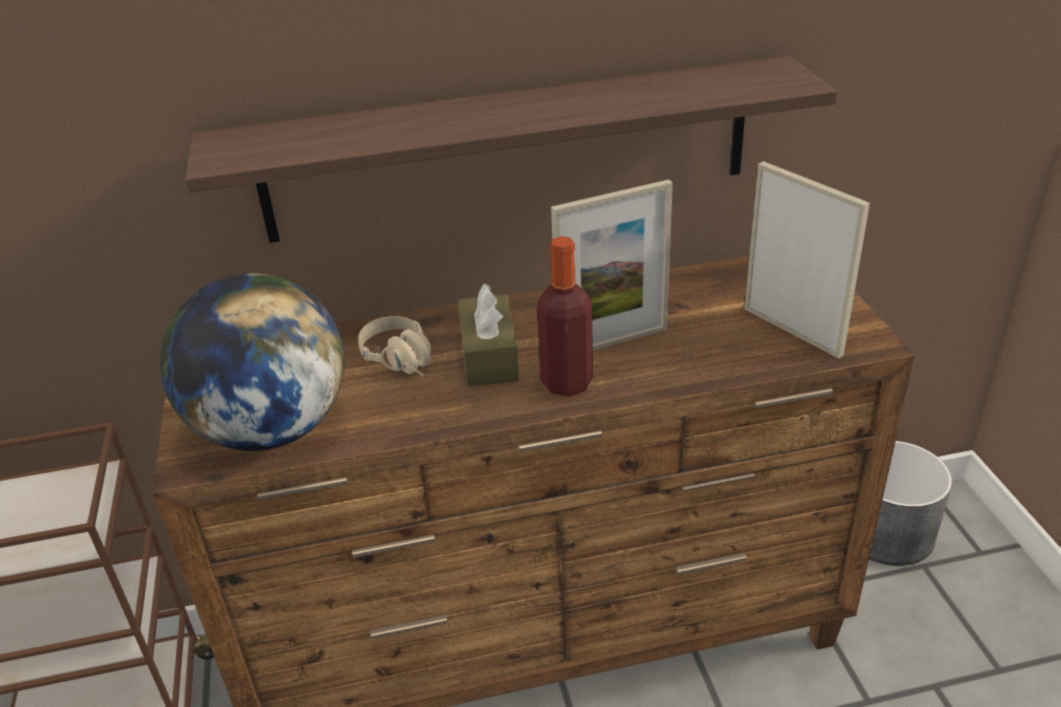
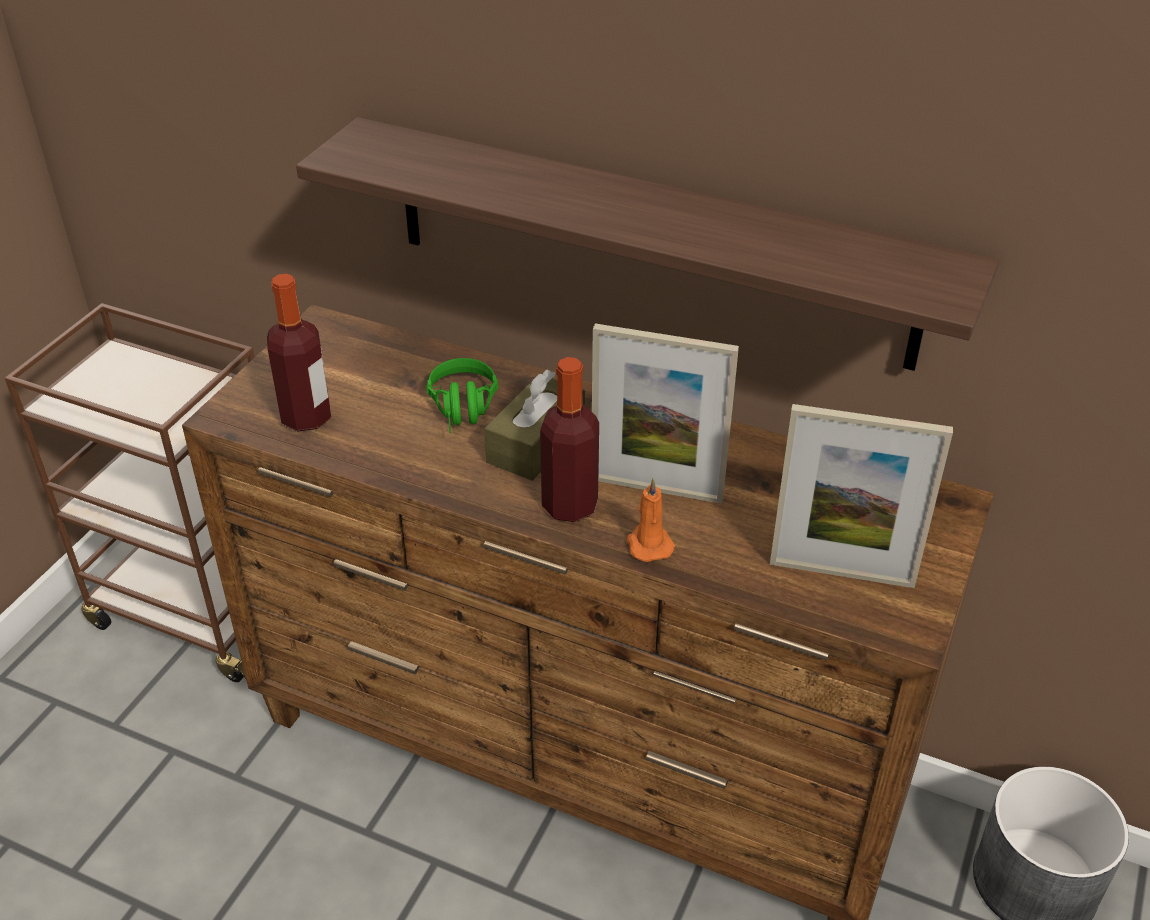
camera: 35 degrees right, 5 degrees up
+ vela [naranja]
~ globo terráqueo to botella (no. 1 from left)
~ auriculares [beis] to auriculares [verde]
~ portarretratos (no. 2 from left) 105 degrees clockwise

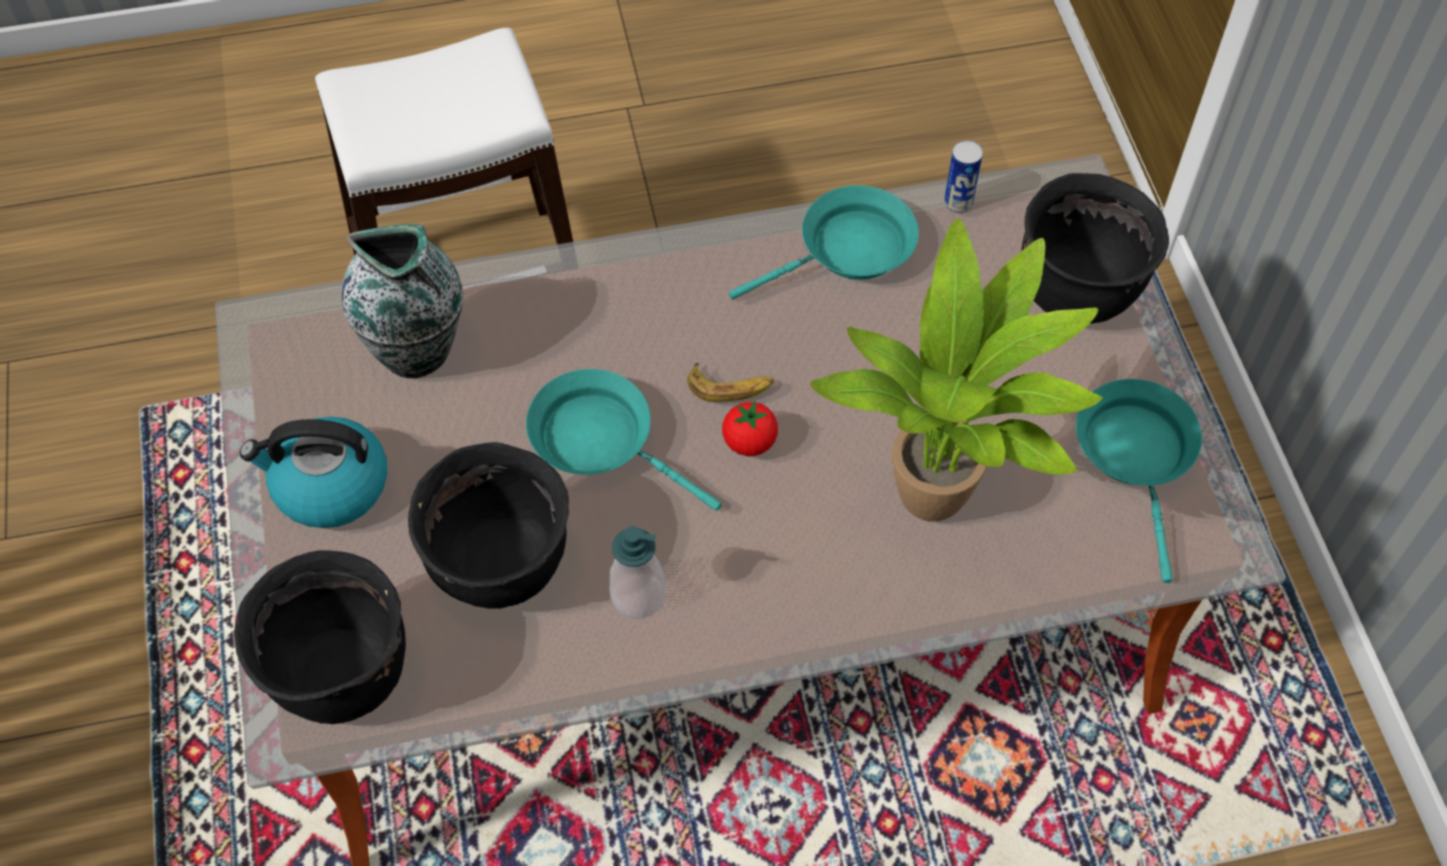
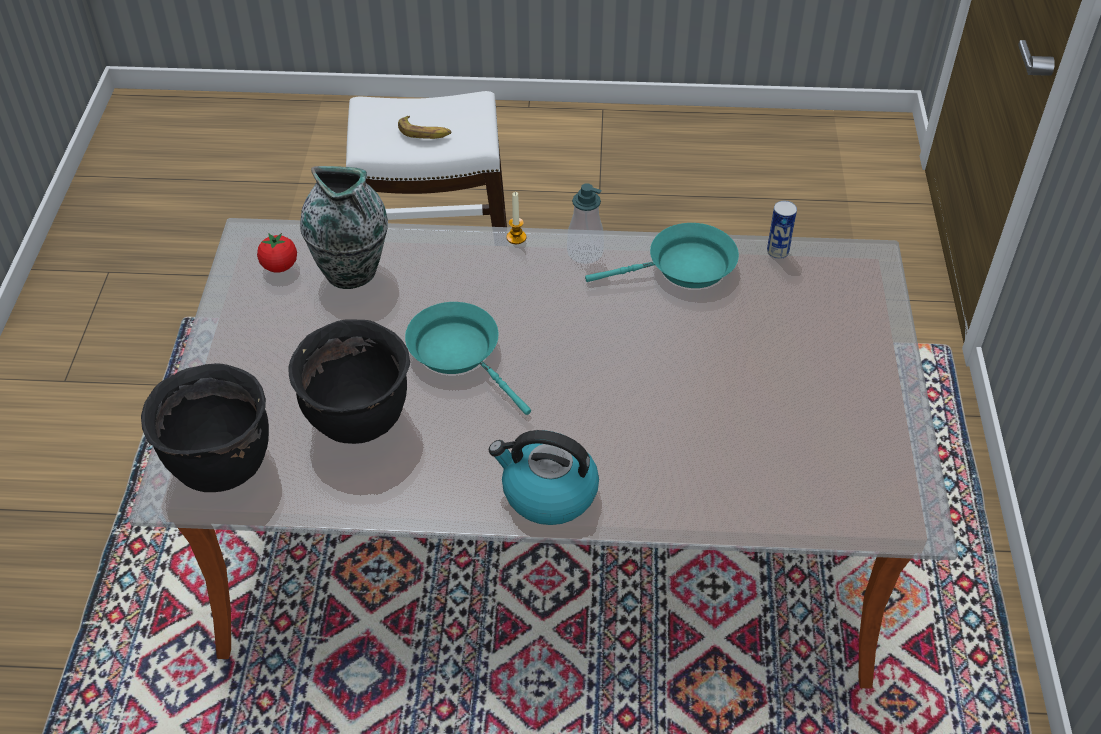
camera: 15 degrees right, 10 degrees down
- planta en maceta
- olla [negro] (no. 3 from left)
- sartén [turquesa] (no. 3 from left)
+ vela
~ hervidor
~ dispensador de jabón
~ plátano
~ tomate

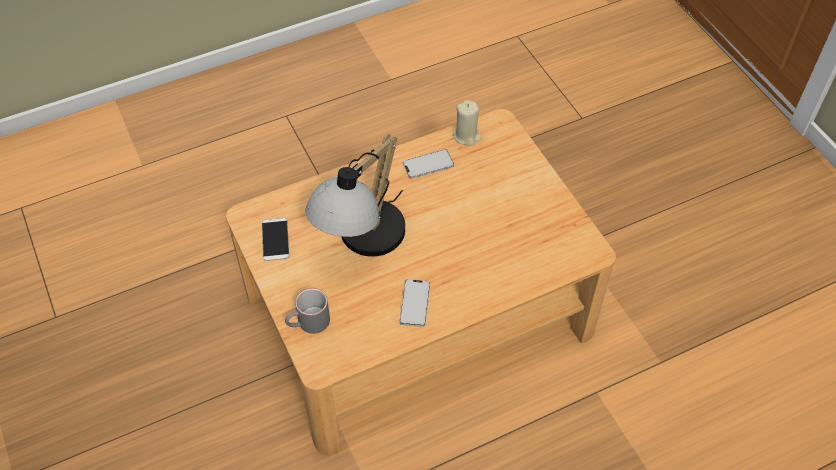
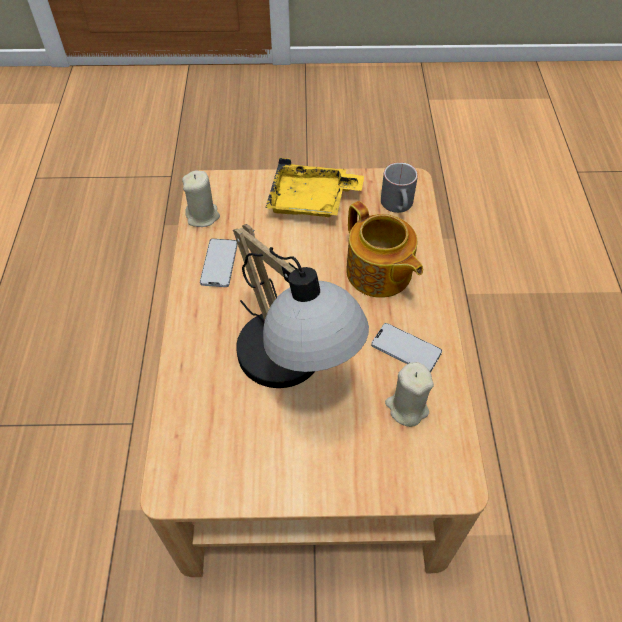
camera: 65 degrees left, 0 degrees up
- móvil (no. 1 from left)
+ bandeja [amarillo]
+ tetera
+ vela [beis] (no. 2 from left)
~ taza grande [gris]

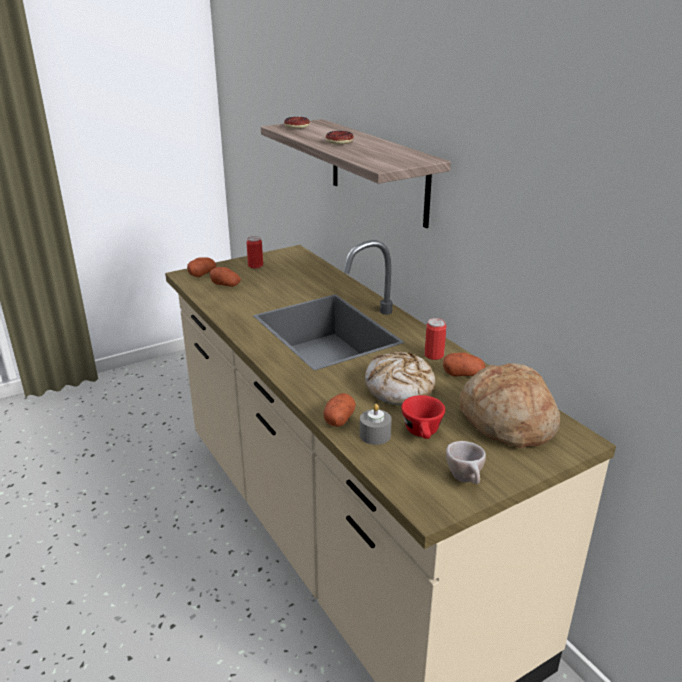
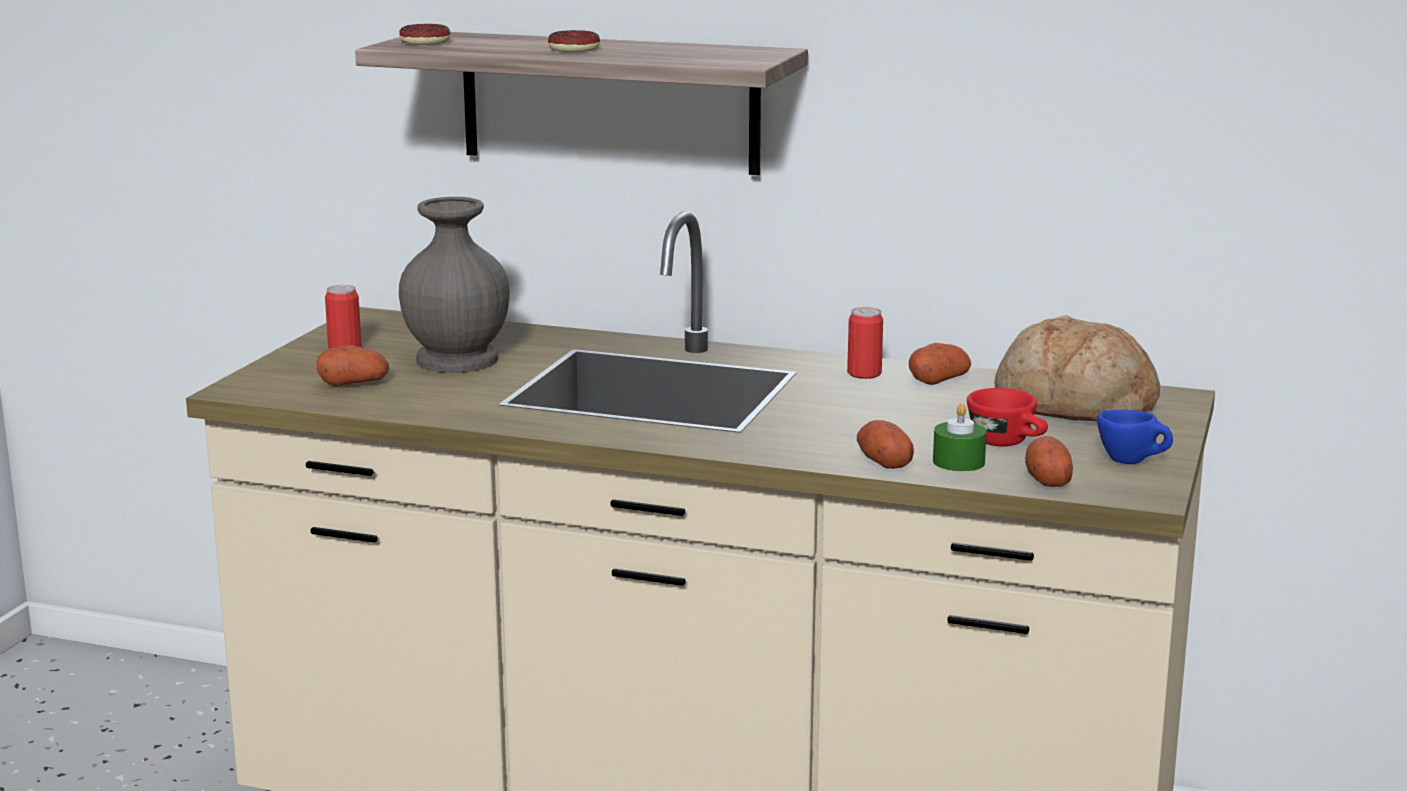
camera: 40 degrees left, 10 degrees down
- pan (no. 1 from left)
+ florero [gris]
~ patata (no. 1 from left in the first image) to patata (no. 4 from left)
~ vela [gris] to vela [verde]
~ taza [beis] to taza [azul]

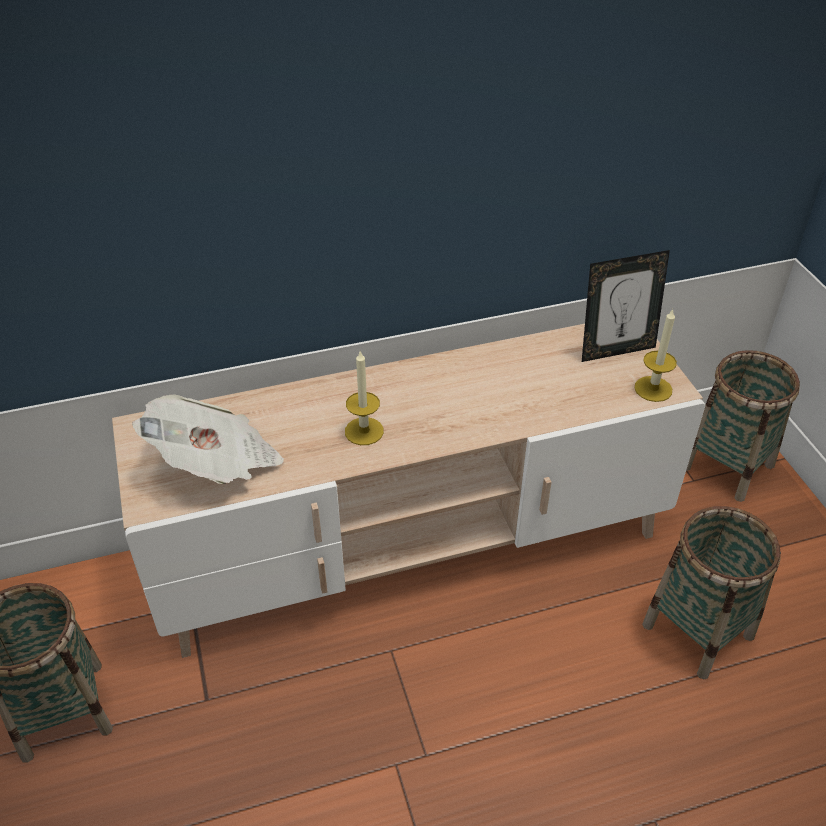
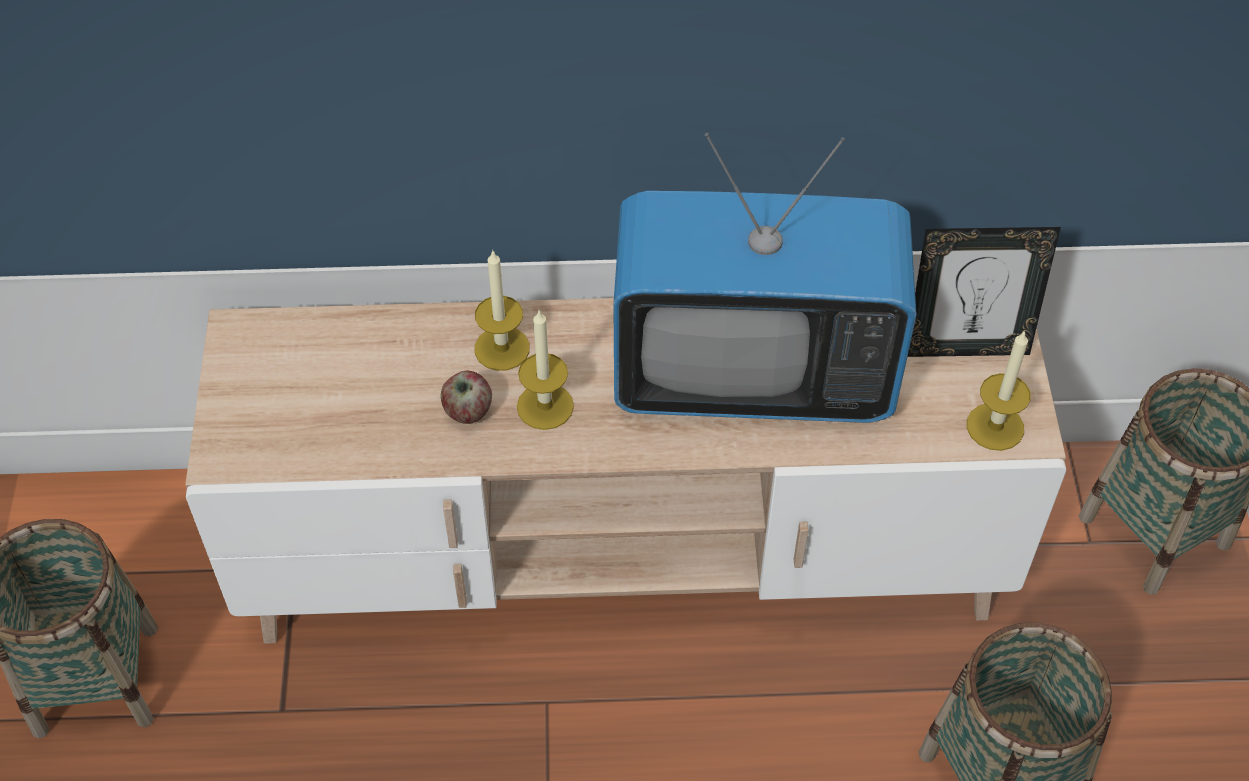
camera: 15 degrees right, 10 degrees up
- periódico
+ manzana
+ vela (no. 1 from left)
+ televisor

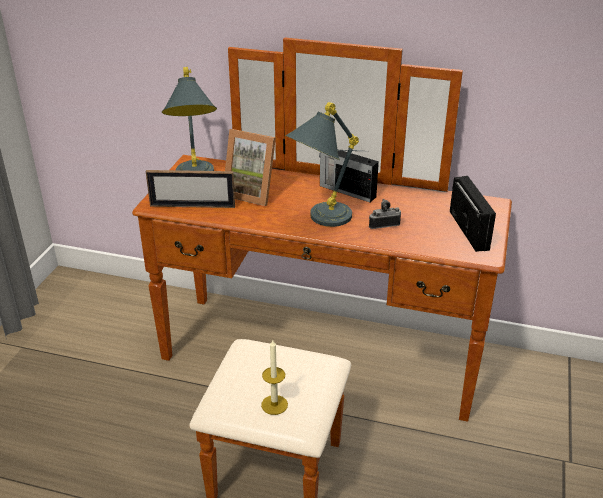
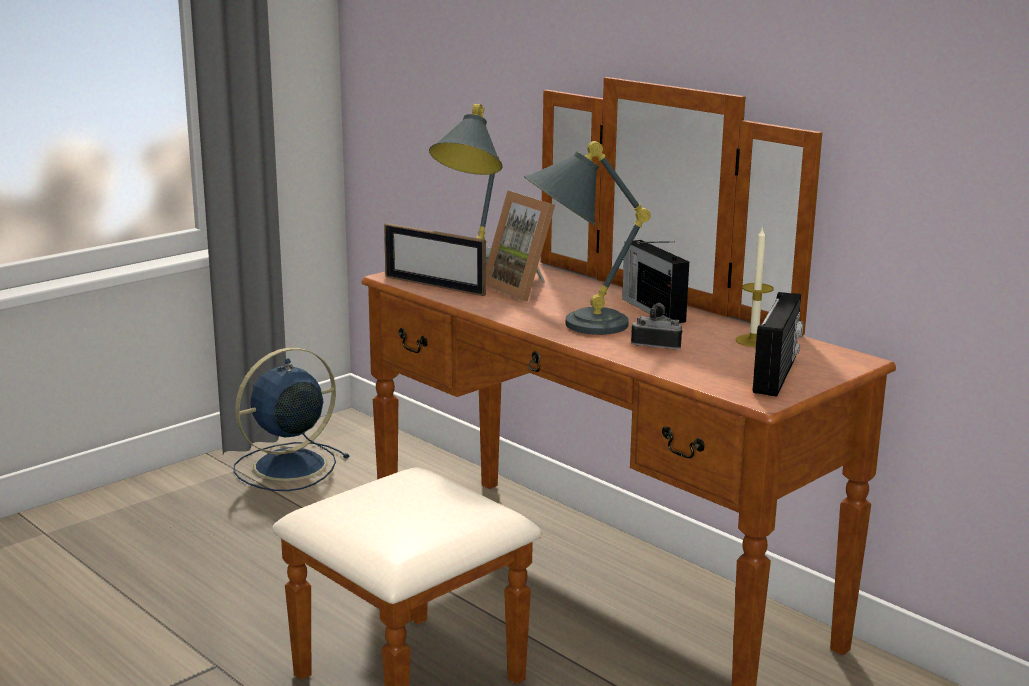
camera: 30 degrees right, 15 degrees down
+ ventilador [azul]
~ vela

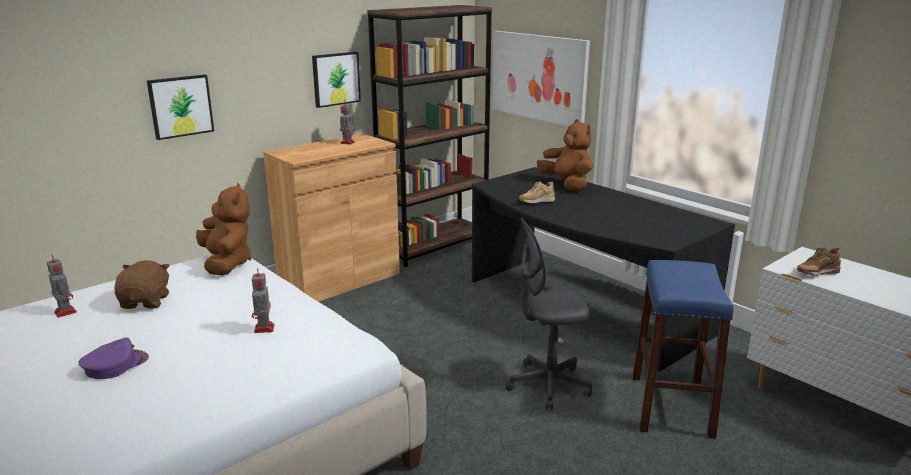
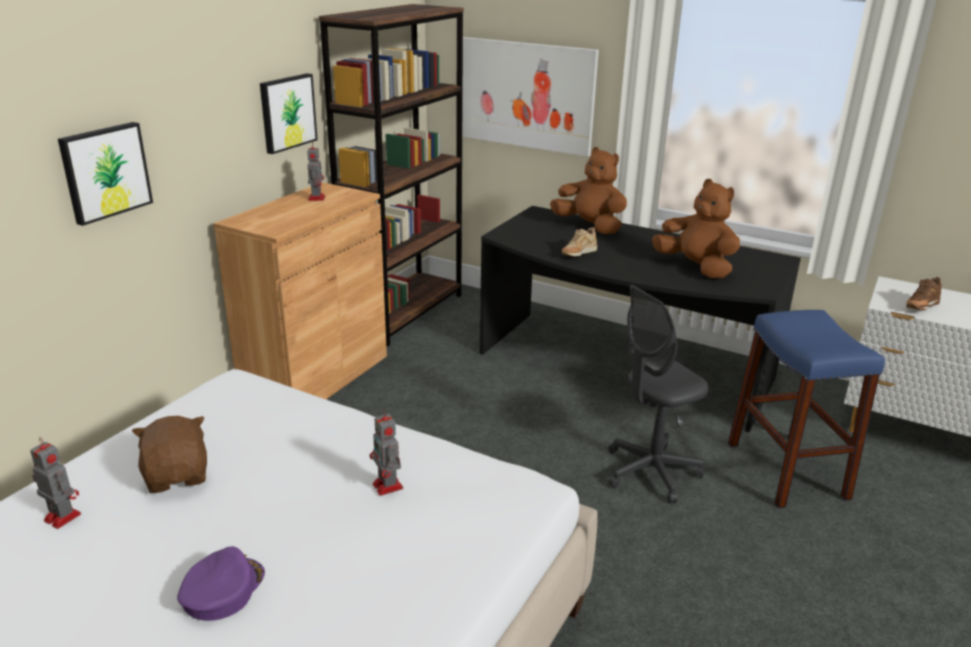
camera: 20 degrees left, 5 degrees up
~ peluche [marrón] (no. 2 from left in the first image) to peluche [marrón] (no. 3 from left)

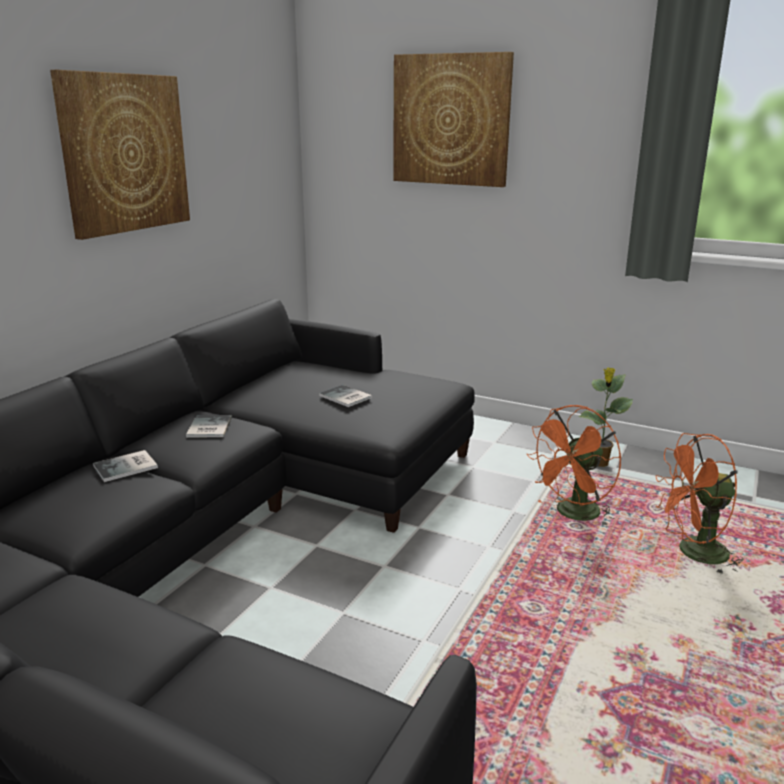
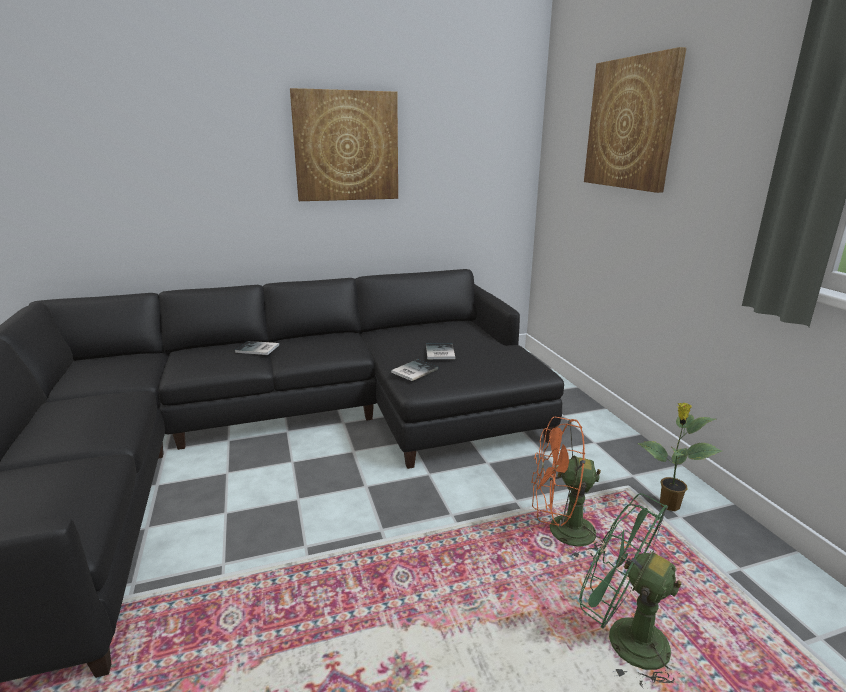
camera: 45 degrees right, 0 degrees up
~ libro (no. 2 from left)
~ ventilador [naranja] (no. 2 from left) to ventilador [verde]

